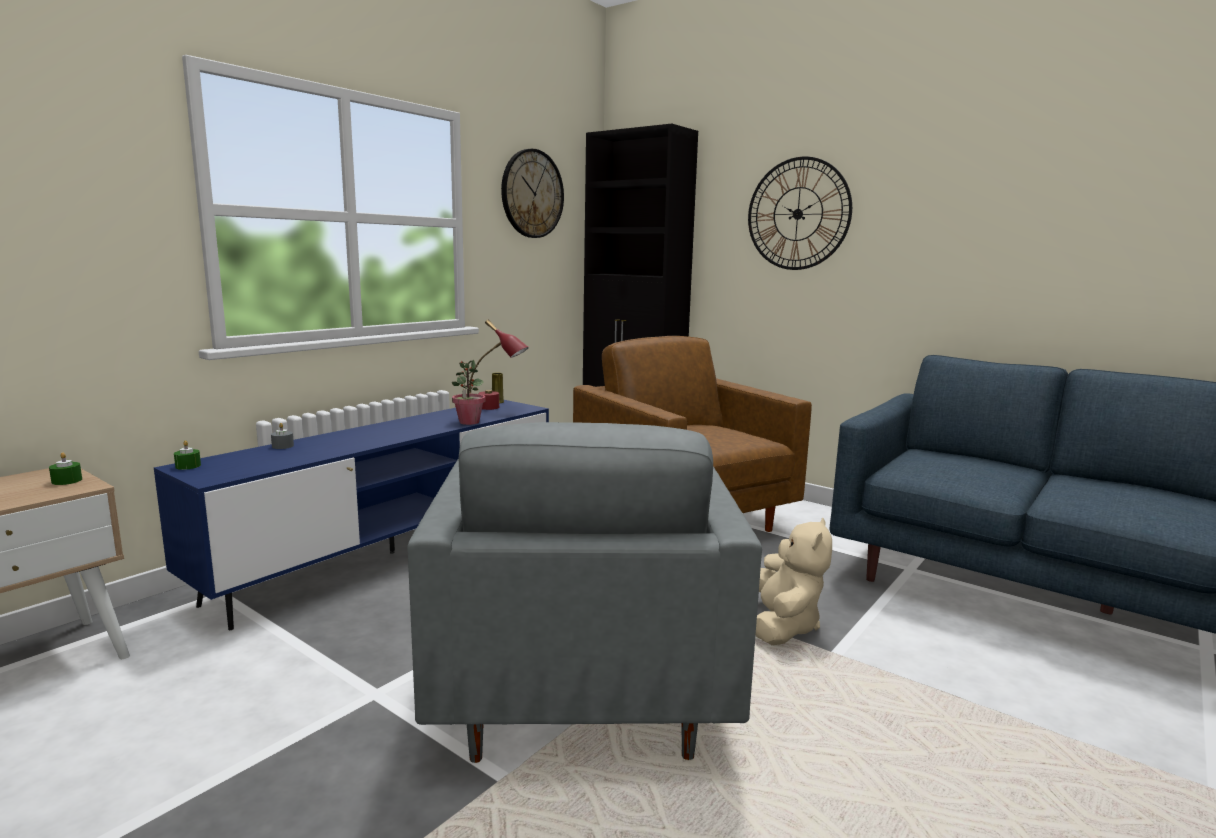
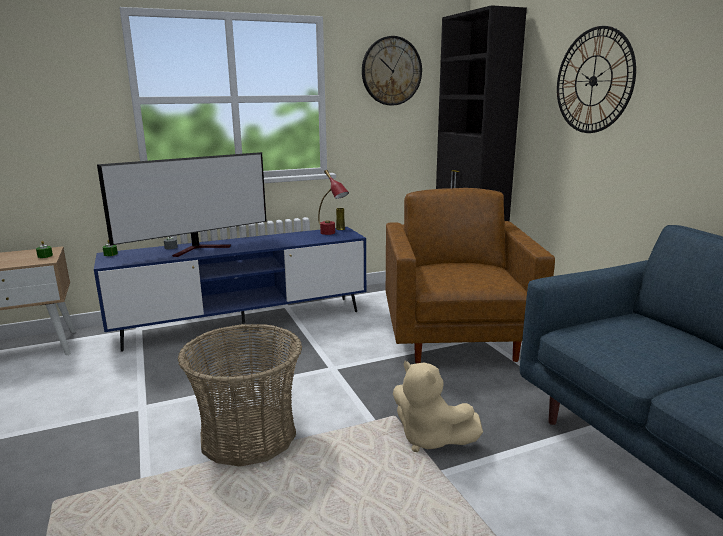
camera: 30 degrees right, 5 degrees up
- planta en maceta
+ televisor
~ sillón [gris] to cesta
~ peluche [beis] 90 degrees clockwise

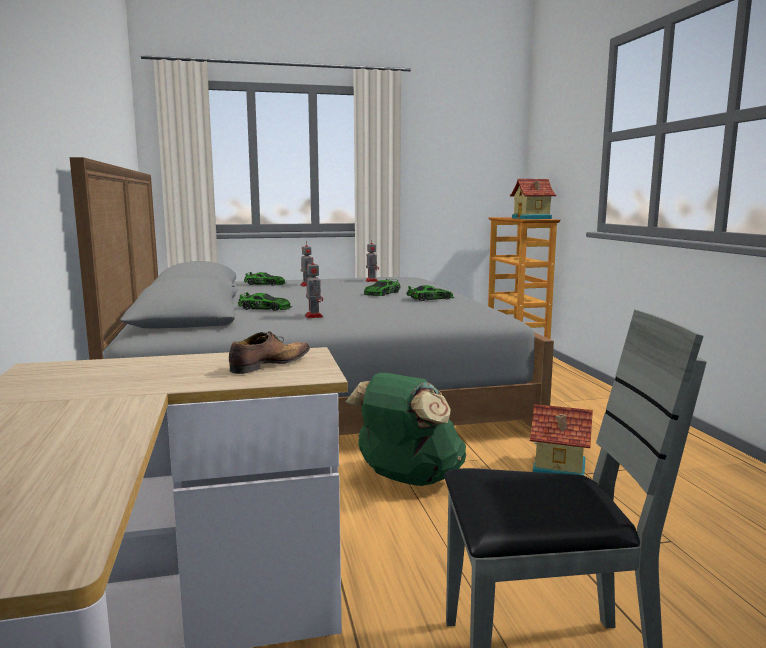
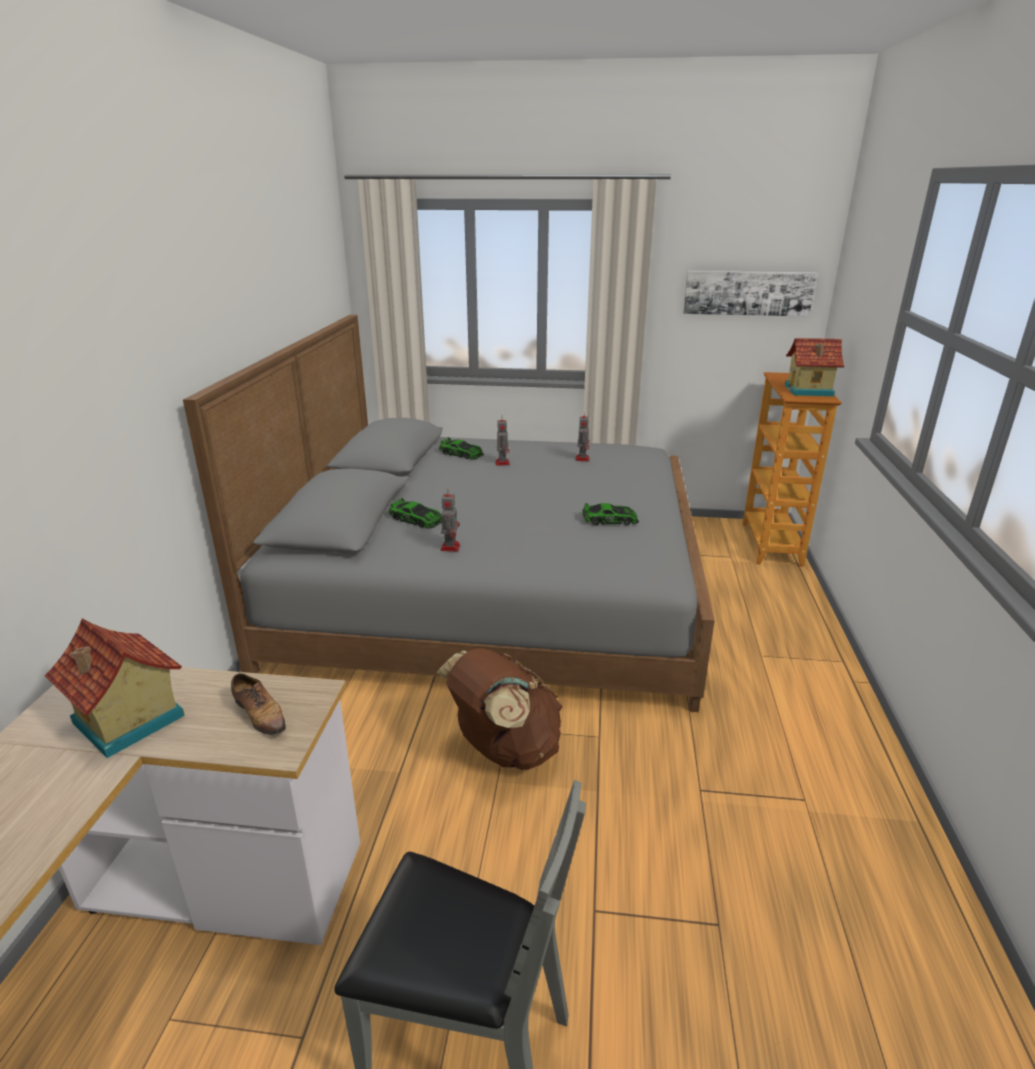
camera: 20 degrees right, 15 degrees up
- coche de juguete (no. 3 from left)
+ cuadro
~ casita (no. 2 from left in the first image) to casita (no. 1 from left)
~ mochila [verde] to mochila [marrón]
~ zapato 75 degrees clockwise

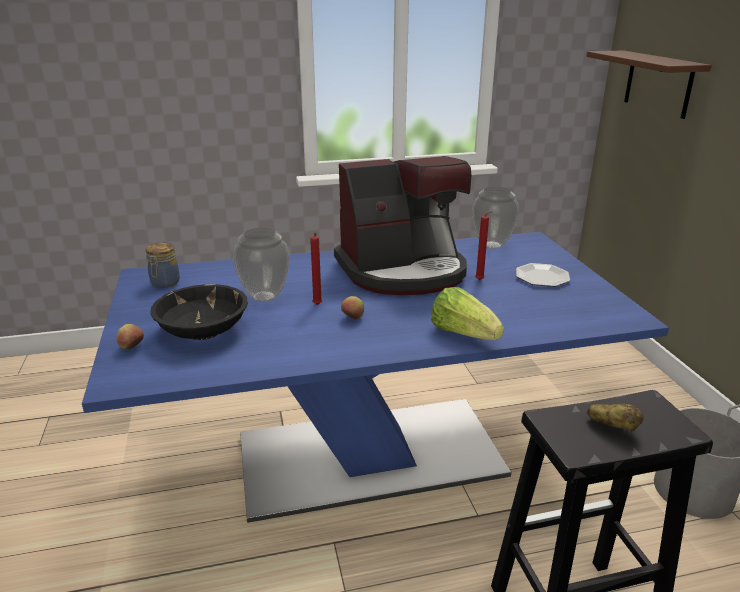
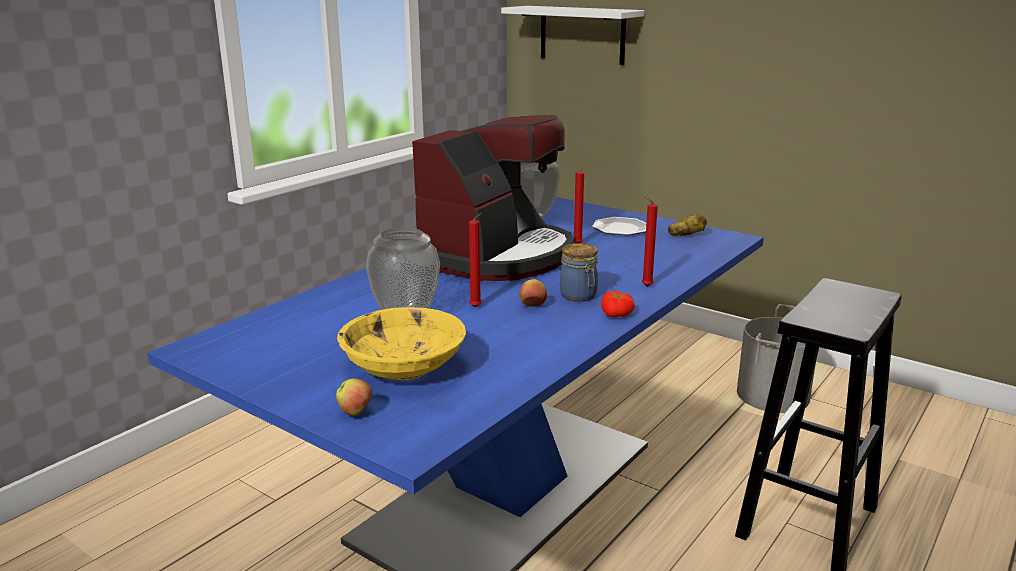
camera: 40 degrees left, 5 degrees down
+ tomate
~ tarro
~ patata
~ lechuga to vela [rojo] (no. 3 from left)
~ cuenco [negro] to cuenco [amarillo]
~ estante [marrón] to estante [blanco]

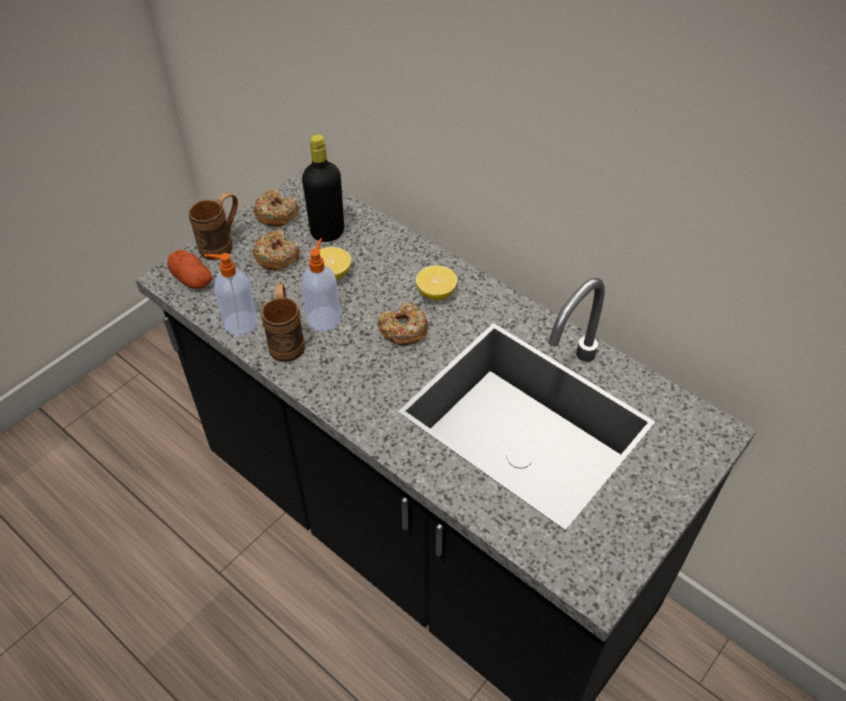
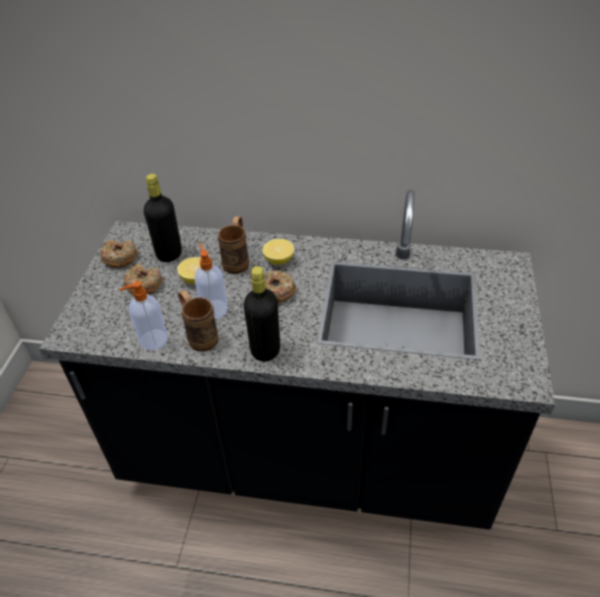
camera: 30 degrees left, 5 degrees down
- patata
+ botella [negro] (no. 2 from left)
~ taza grande [marrón] (no. 1 from left in the first image) to taza grande [marrón] (no. 2 from left)

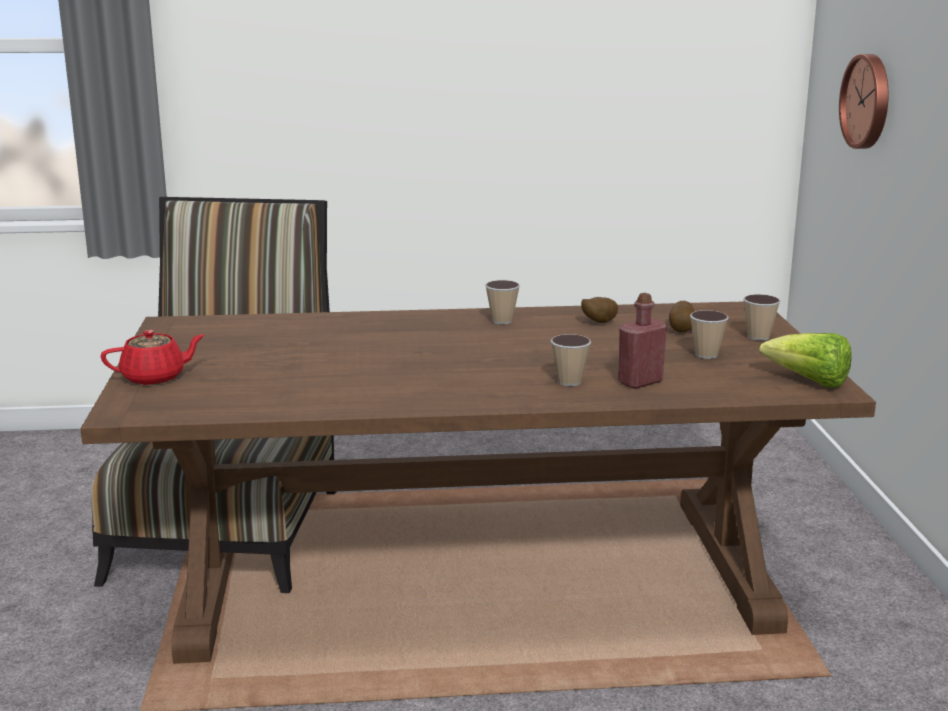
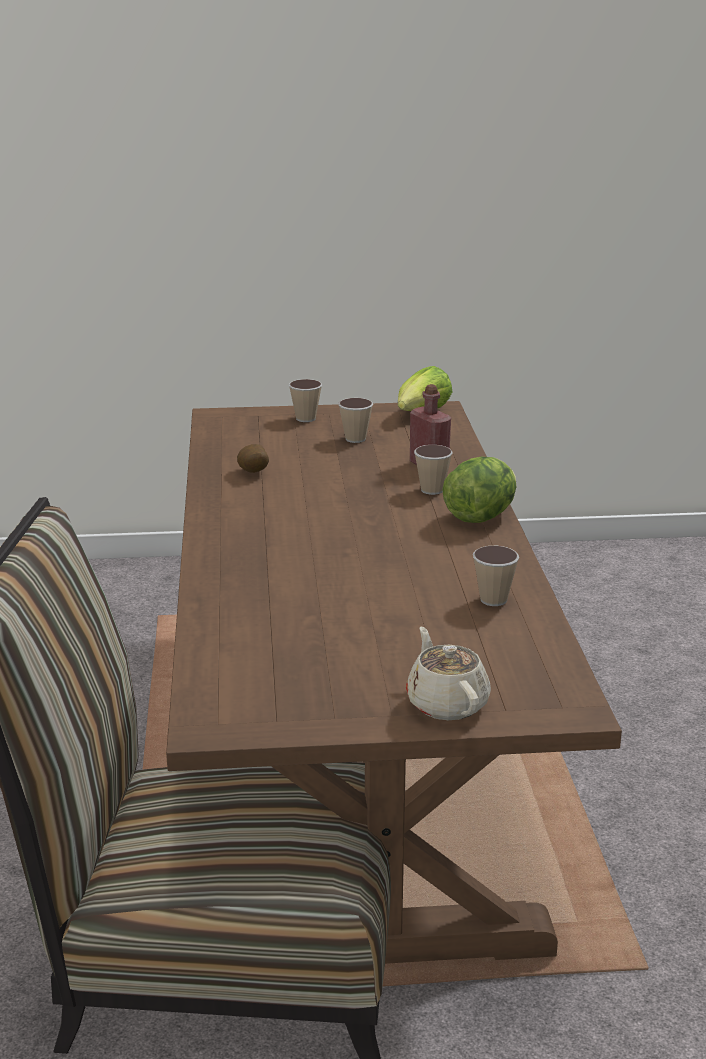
camera: 90 degrees left, 5 degrees up
- patata (no. 2 from left)
- reloj de pared
+ lechuga (no. 2 from left)
~ taza (no. 1 from left in the first image) to taza (no. 4 from left)
~ tetera [rojo] to tetera [beis]

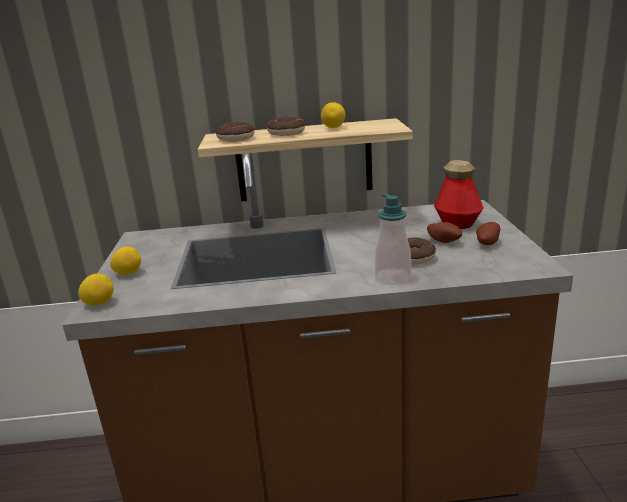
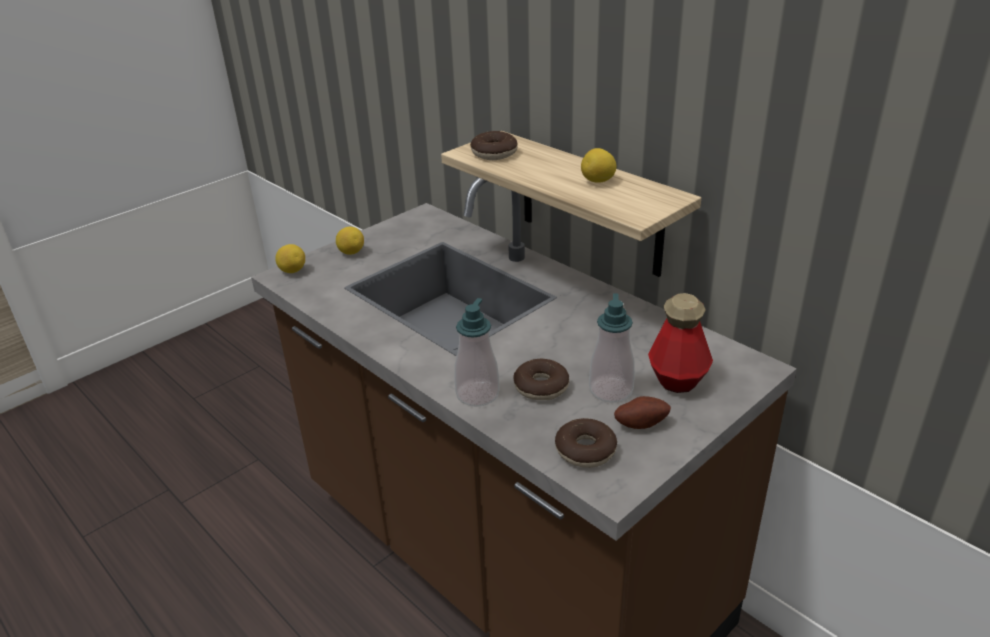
camera: 50 degrees right, 10 degrees up
~ rosquilla (no. 2 from left in the first image) to rosquilla (no. 3 from left)
~ patata (no. 1 from left) to dispensador de jabón (no. 2 from left)

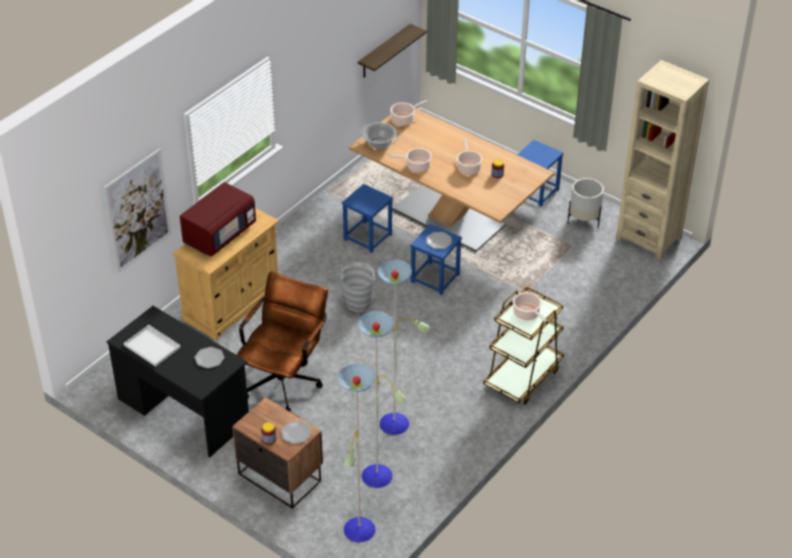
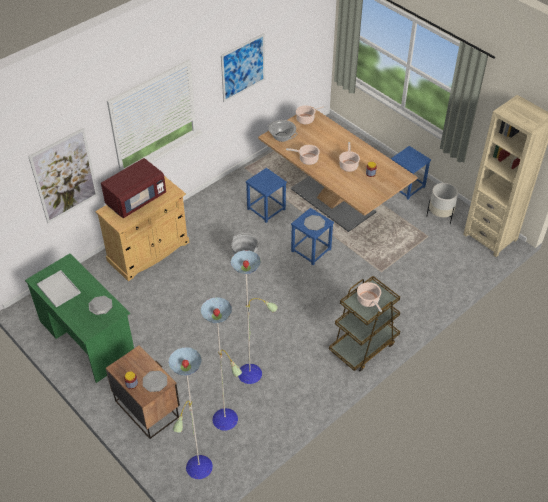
camera: 10 degrees right, 5 degrees up
- silla de oficina [marrón]
- estante
+ cuadro (no. 2 from left)
~ escritorio [negro] to escritorio [verde]

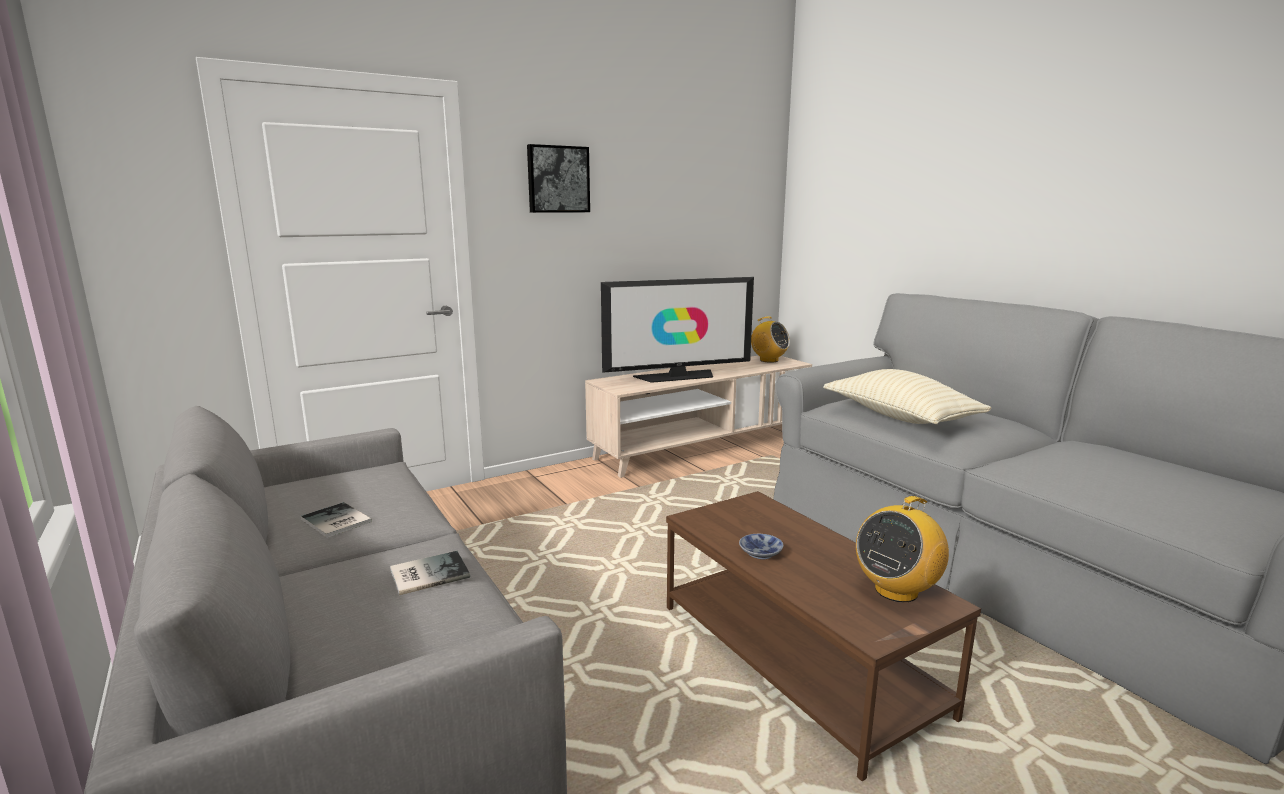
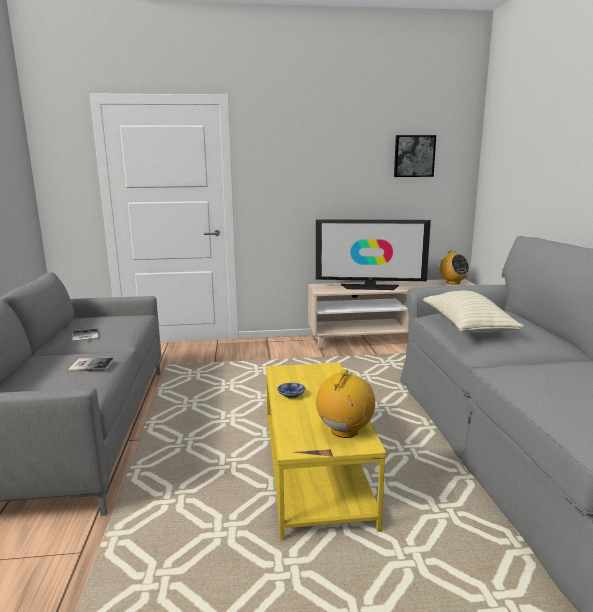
camera: 25 degrees right, 0 degrees up
~ cuadro
~ mesa de centro [marrón] to mesa de centro [amarillo]
~ radio (no. 2 from left in the first image) 135 degrees clockwise

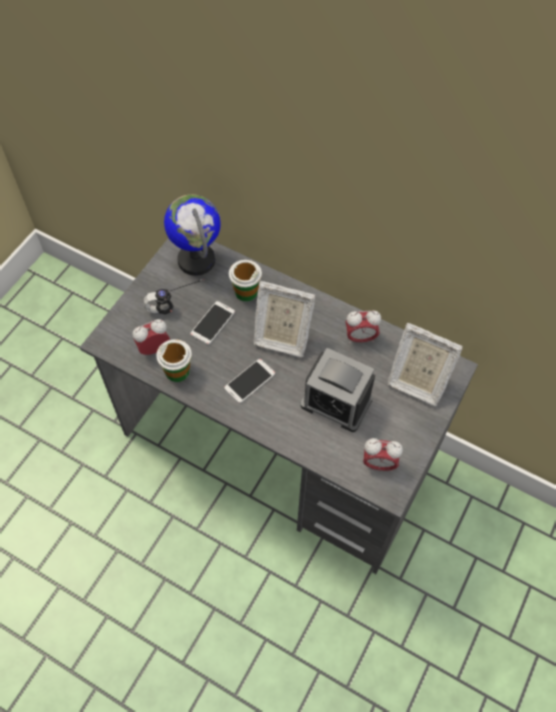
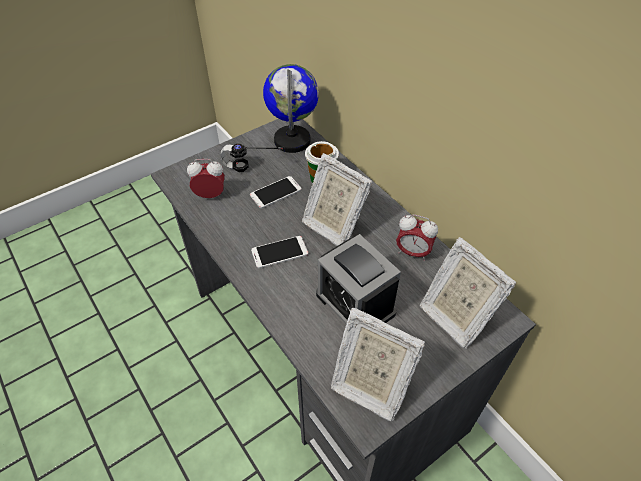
camera: 25 degrees right, 10 degrees down
- taza (no. 1 from left)
~ despertador (no. 4 from left) to portarretratos (no. 2 from left)

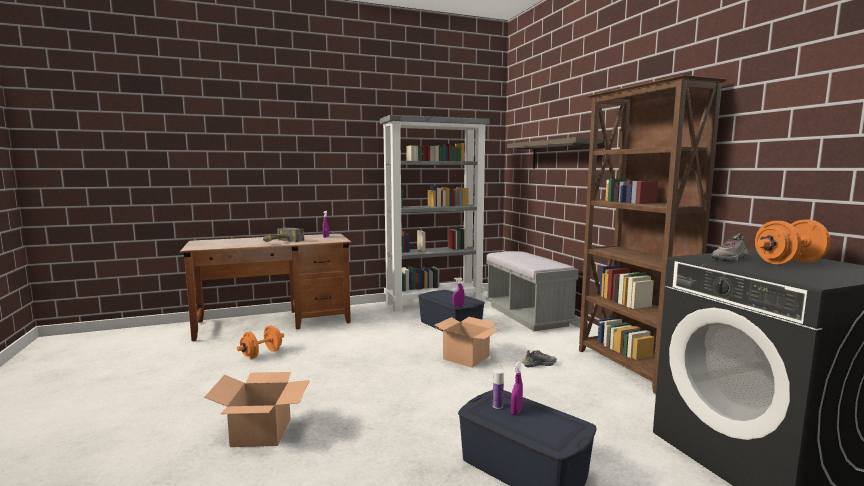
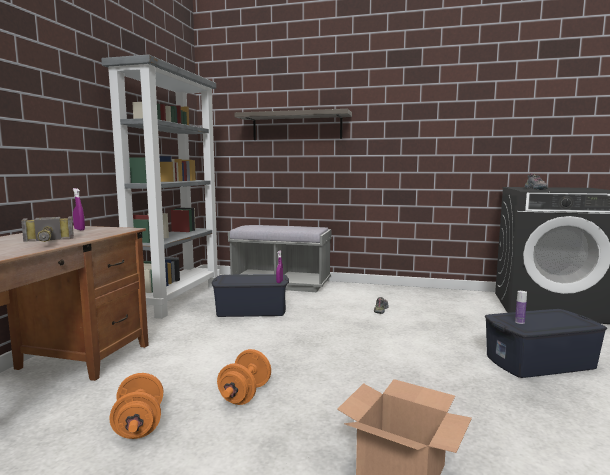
camera: 55 degrees left, 0 degrees up
- caja de cartón (no. 2 from left)
- pulverizador [morado] (no. 3 from left)
- estantería [marrón]
~ mancuerna [naranja] (no. 2 from left)

